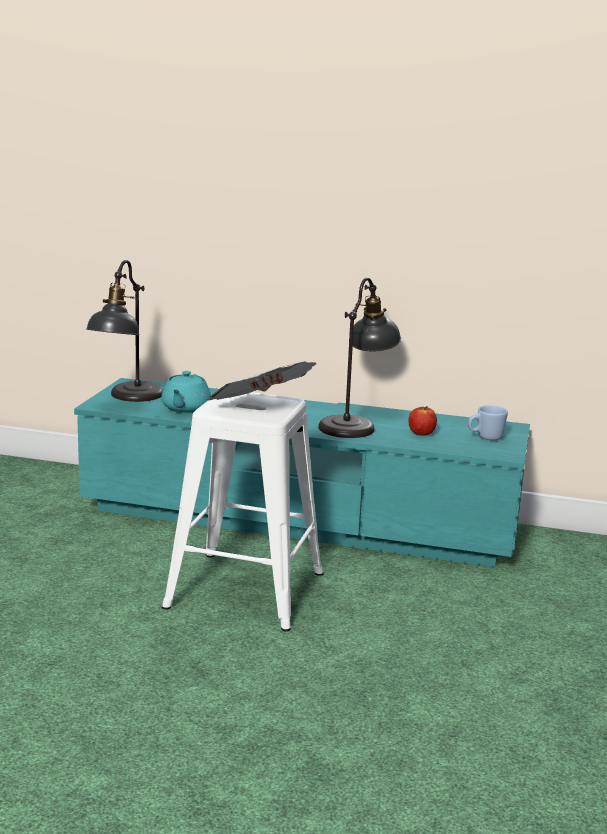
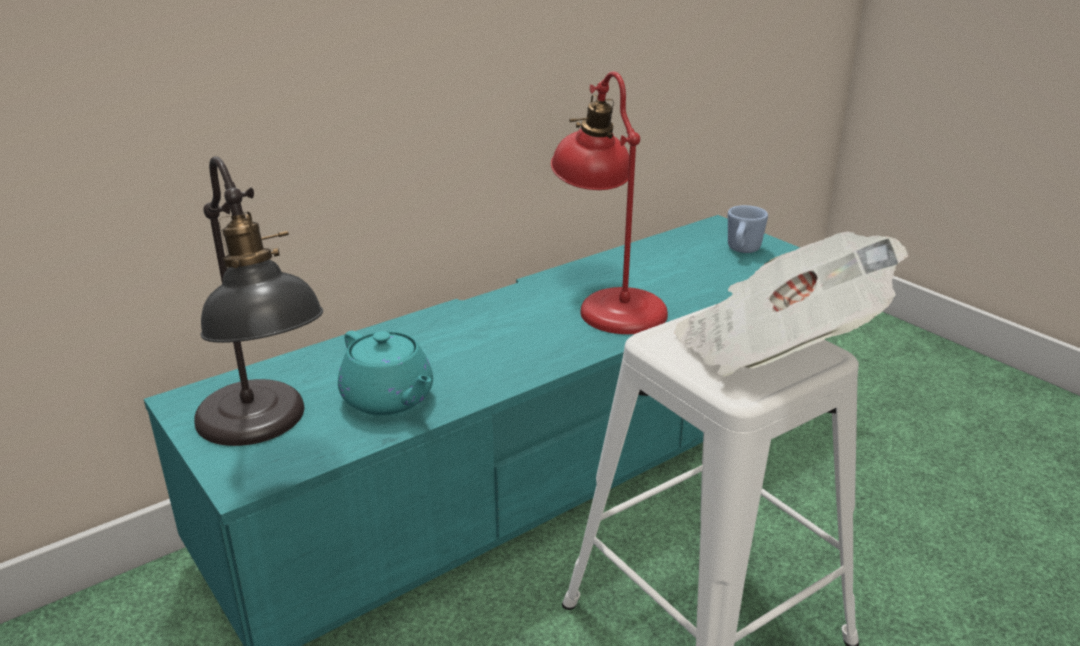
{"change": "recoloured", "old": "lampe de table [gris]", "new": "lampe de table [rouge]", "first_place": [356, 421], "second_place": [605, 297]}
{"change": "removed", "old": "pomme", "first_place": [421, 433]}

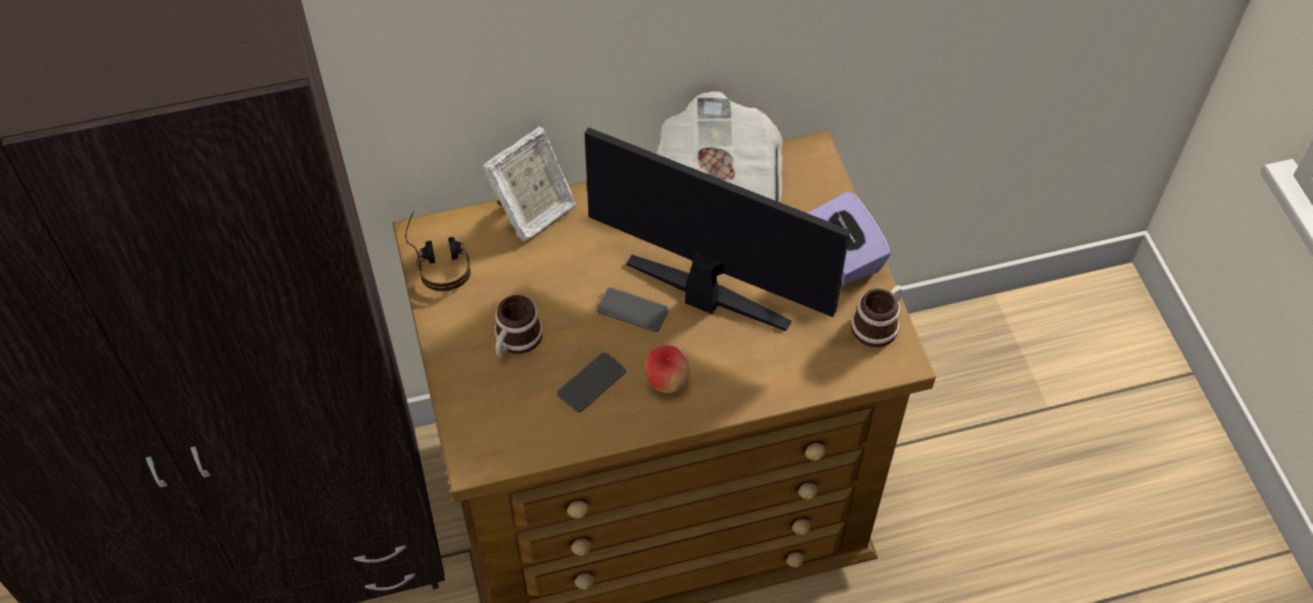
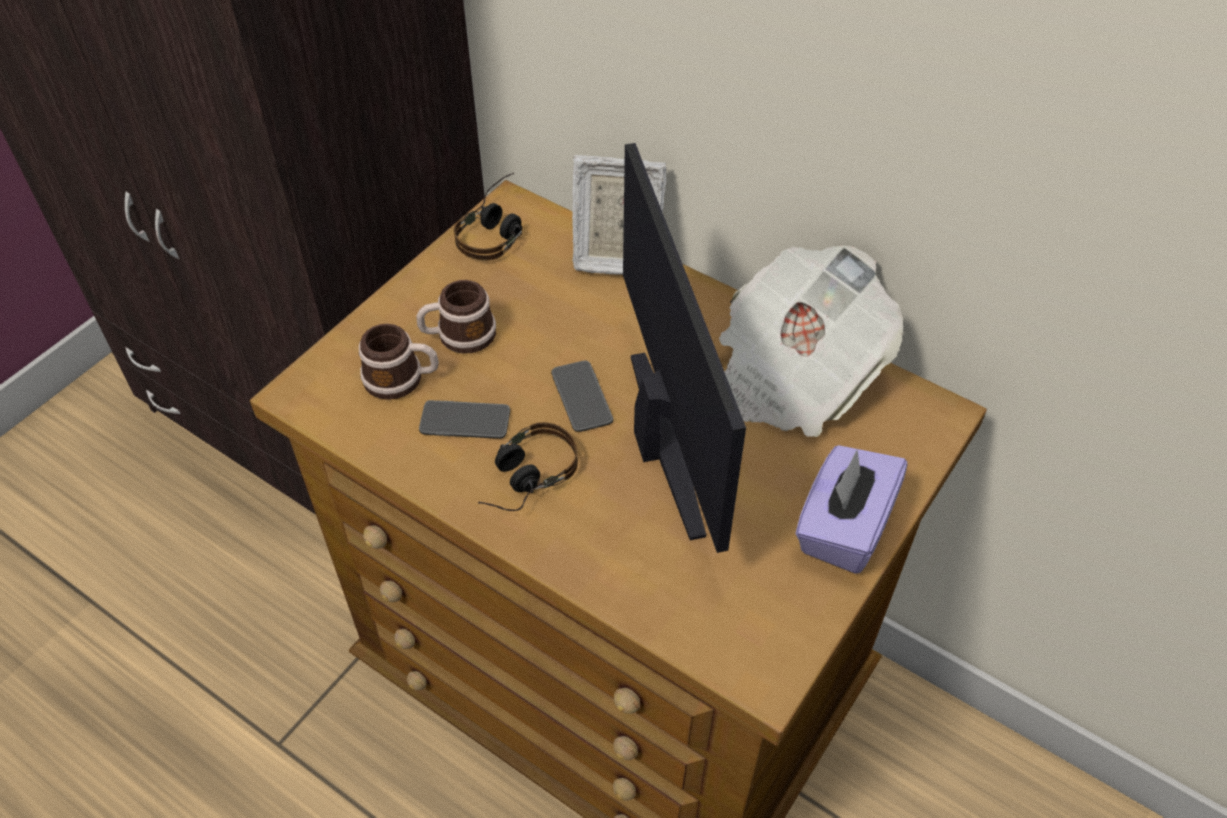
{"change": "moved", "old": "mug", "first_place": [878, 324], "second_place": [402, 379]}
{"change": "replaced", "old": "pomme", "new": "casque audio", "first_place": [667, 382], "second_place": [523, 479]}

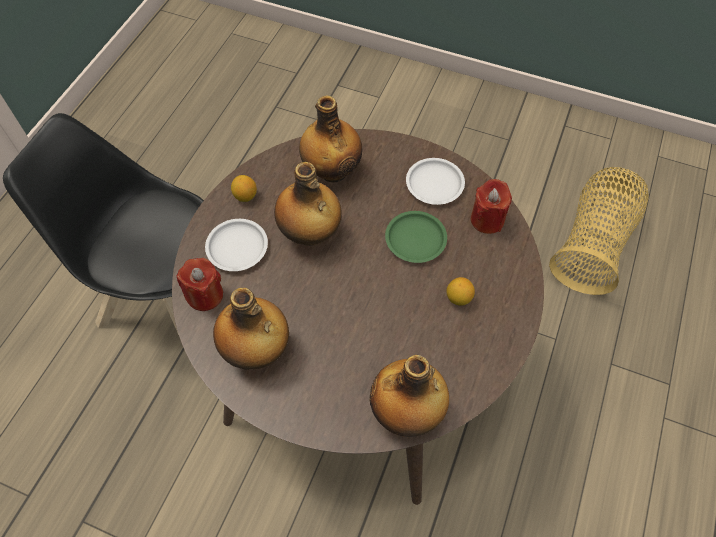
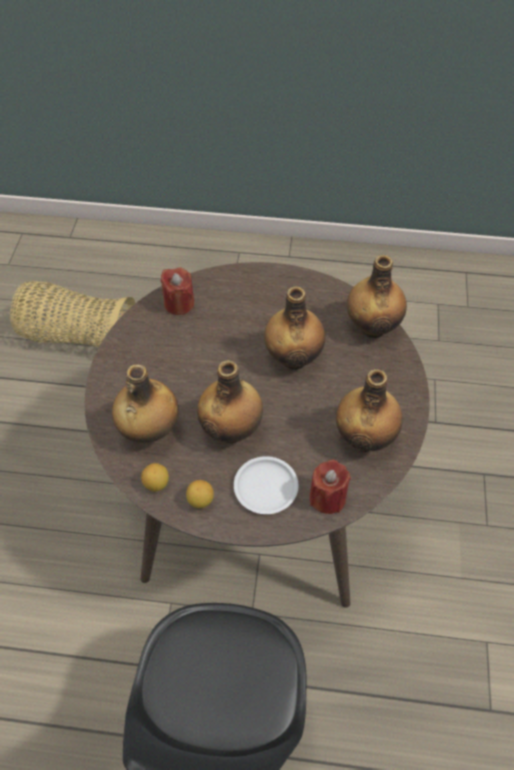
{"change": "removed", "old": "assiette [blanc]", "first_place": [434, 183]}
{"change": "removed", "old": "assiette [vert]", "first_place": [416, 239]}
{"change": "moved", "old": "citron", "first_place": [458, 298], "second_place": [156, 484]}
{"change": "added", "new": "bouteille", "second_place": [293, 357]}

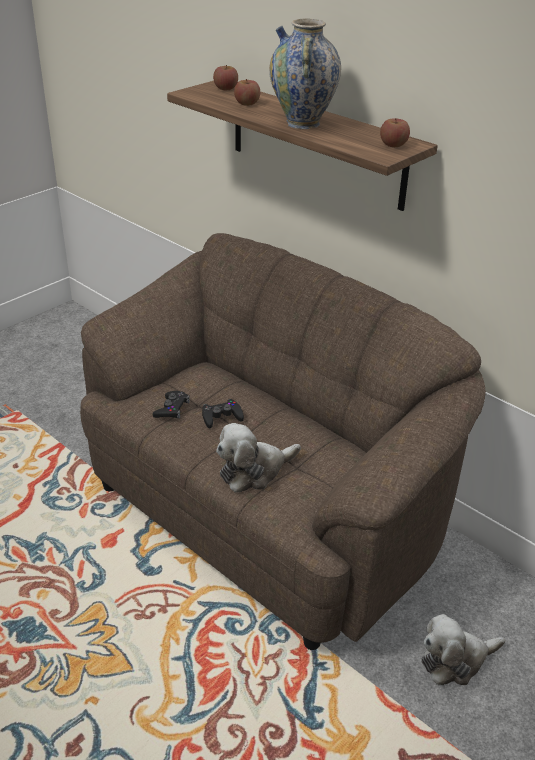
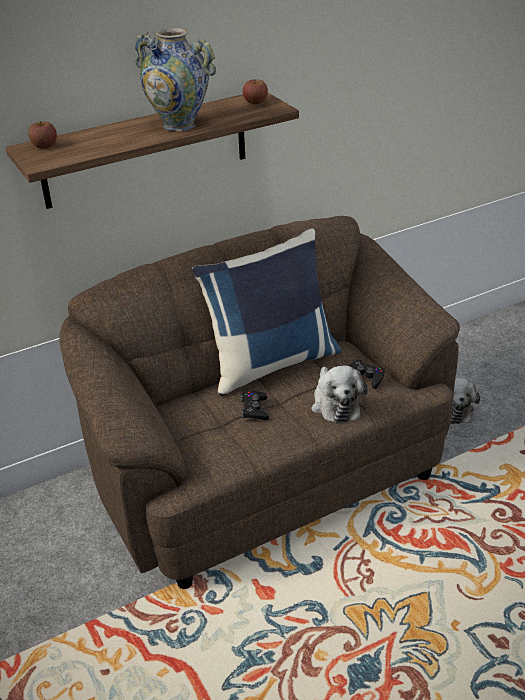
{"change": "removed", "old": "pomme", "first_place": [247, 103]}
{"change": "moved", "old": "manette [noir]", "first_place": [172, 409], "second_place": [365, 377]}
{"change": "added", "new": "coussin [bleu]", "second_place": [271, 362]}

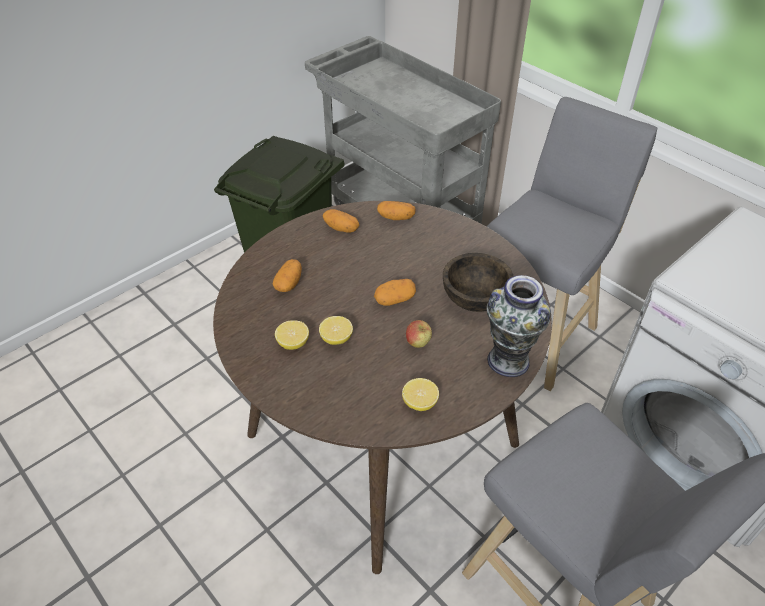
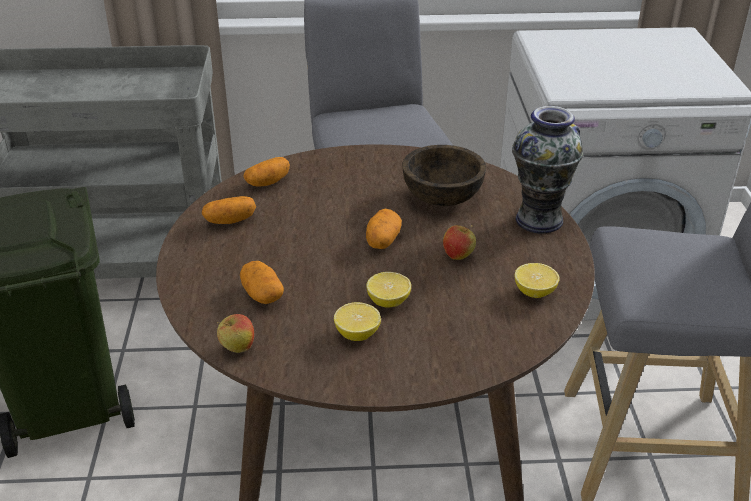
{"change": "added", "new": "pomme", "second_place": [237, 348]}

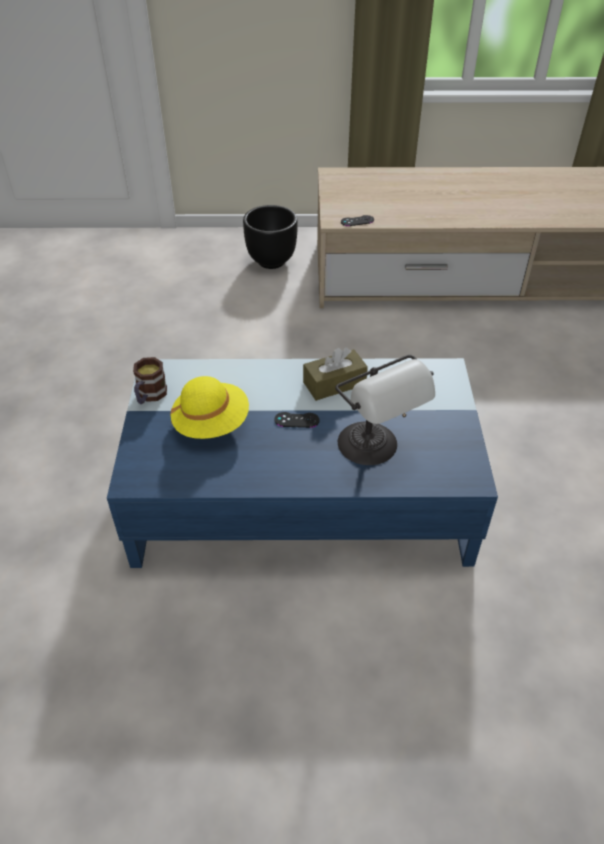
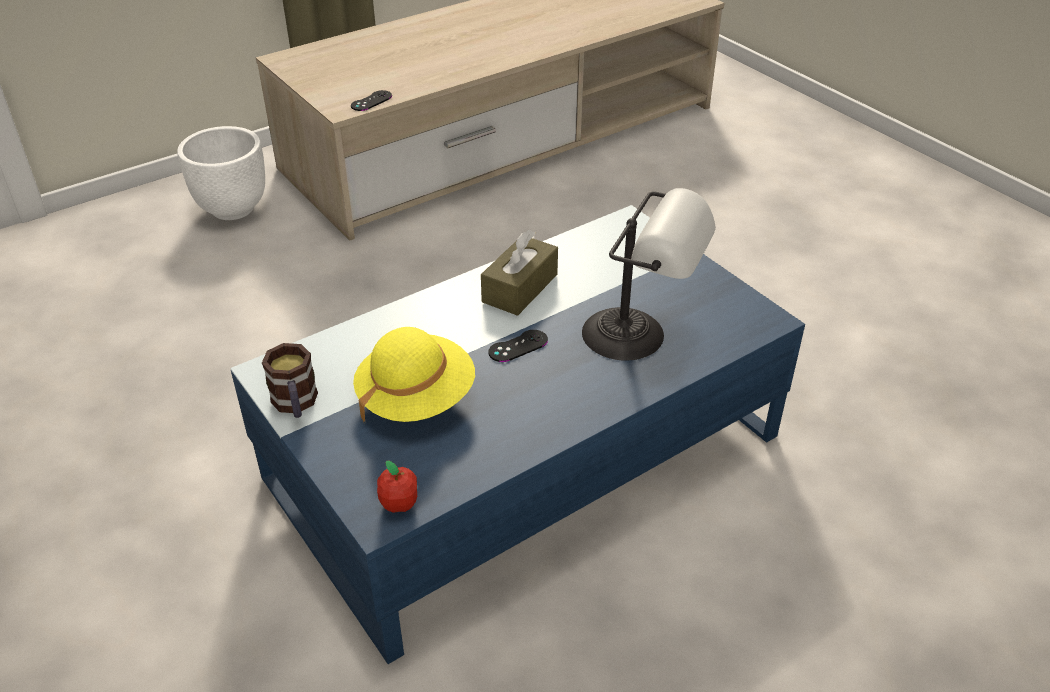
{"change": "recoloured", "old": "cache-pot [noir]", "new": "cache-pot [blanc]", "first_place": [271, 261], "second_place": [232, 209]}
{"change": "added", "new": "pomme", "second_place": [399, 504]}

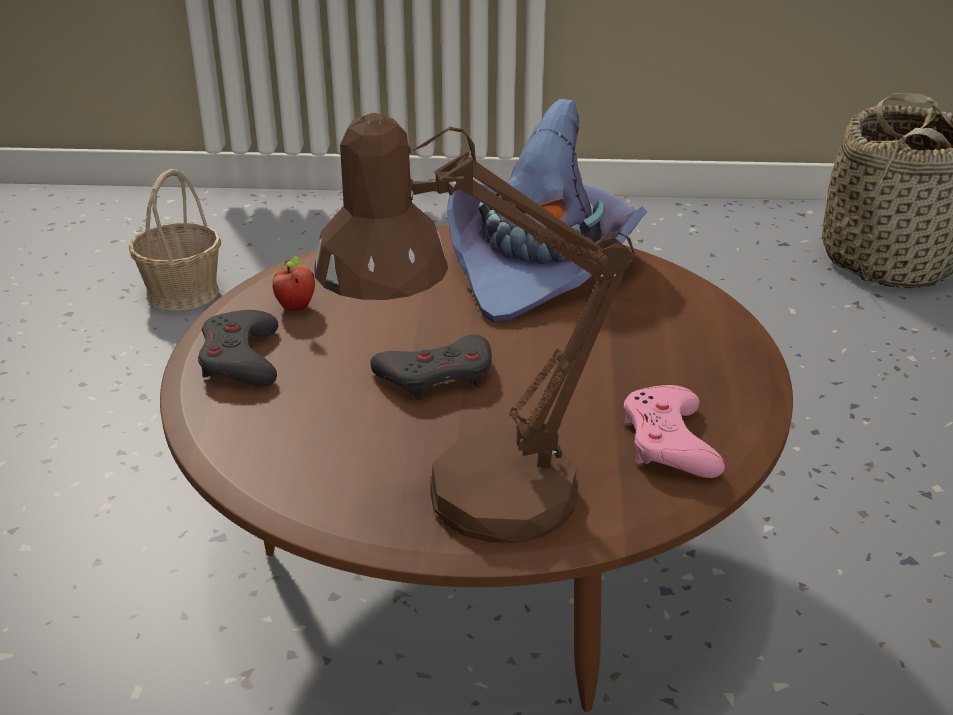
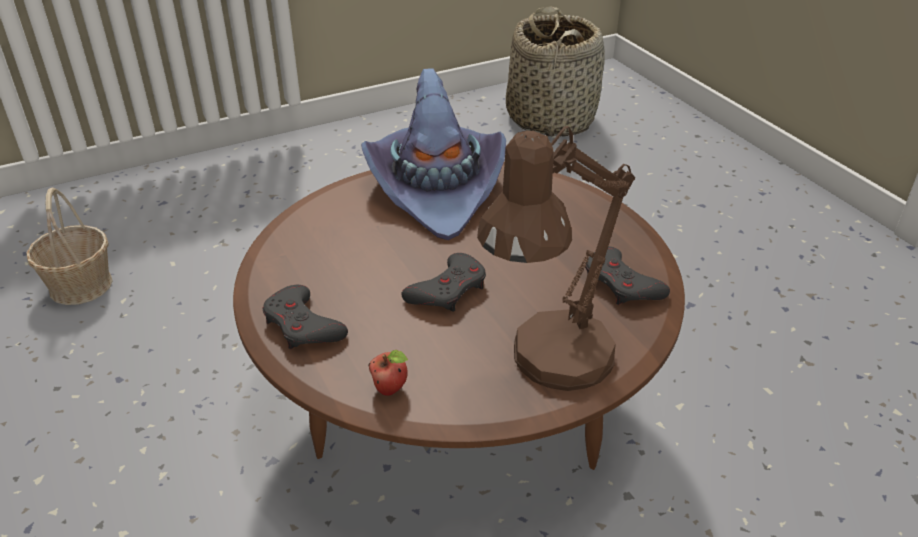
{"change": "moved", "old": "pomme", "first_place": [297, 308], "second_place": [391, 389]}
{"change": "recoloured", "old": "manette [rose]", "new": "manette [gris]", "first_place": [669, 442], "second_place": [621, 284]}

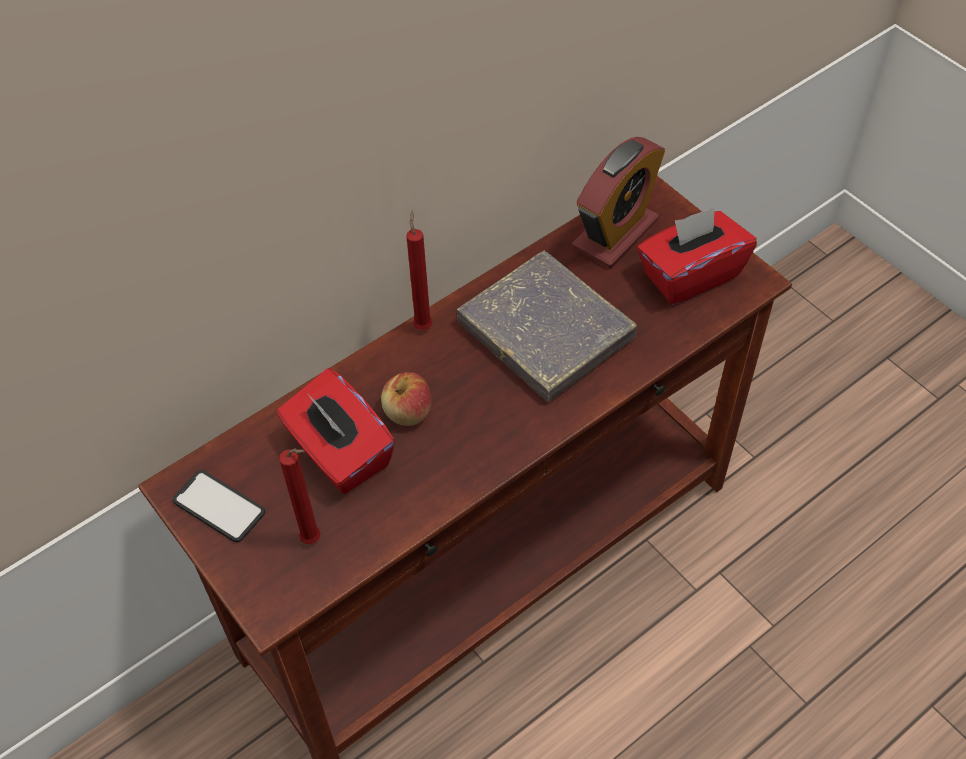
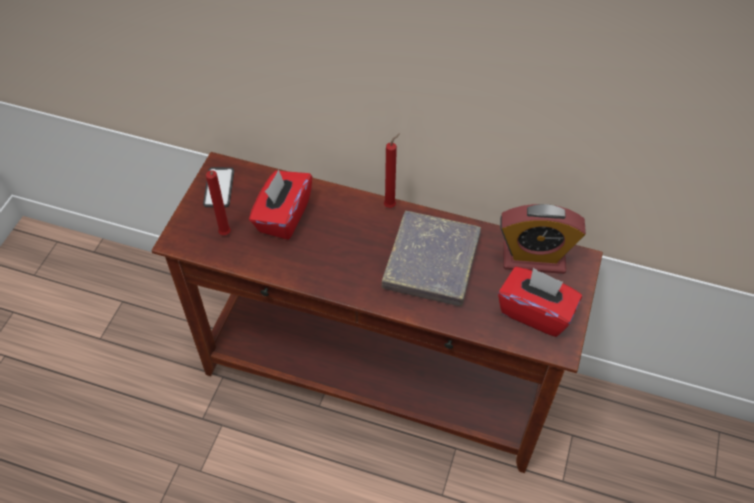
{"change": "removed", "old": "pomme", "first_place": [408, 412]}

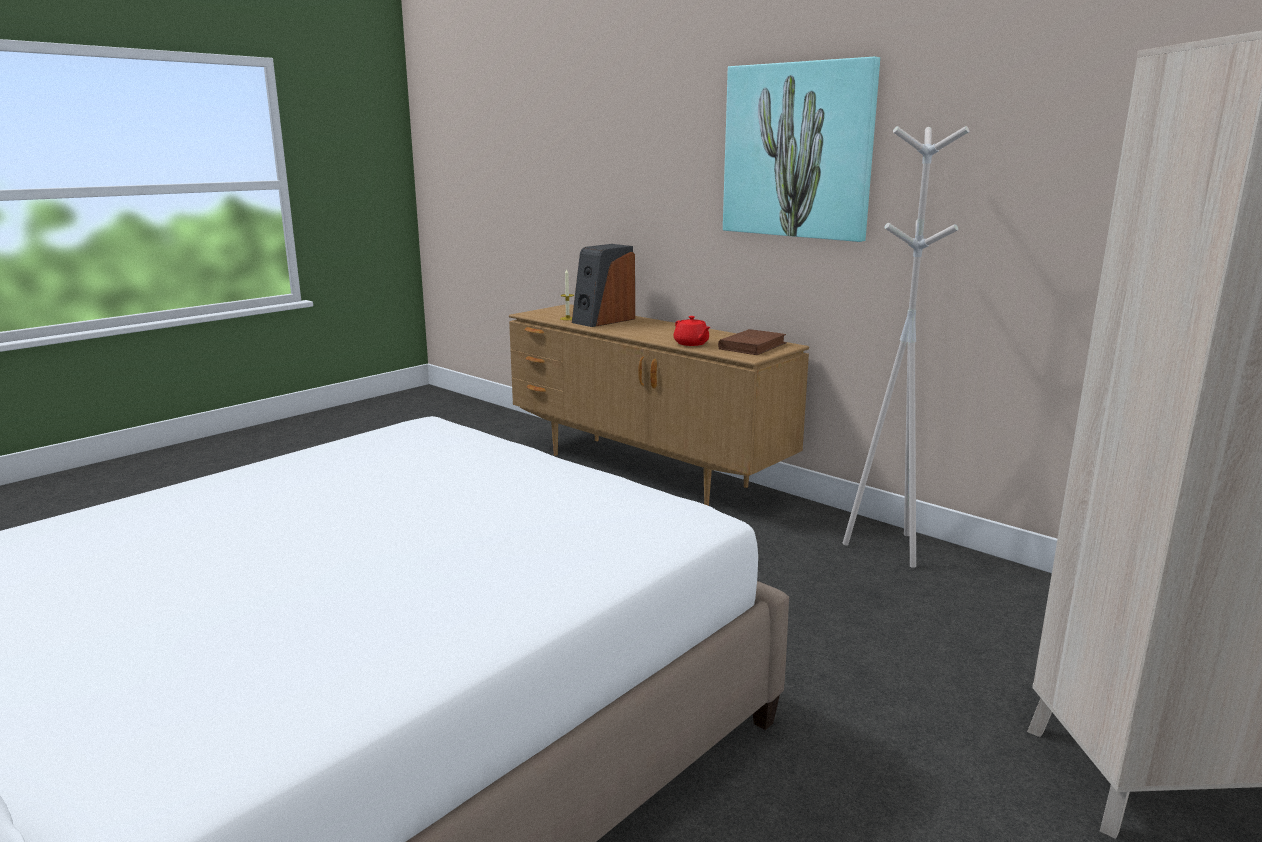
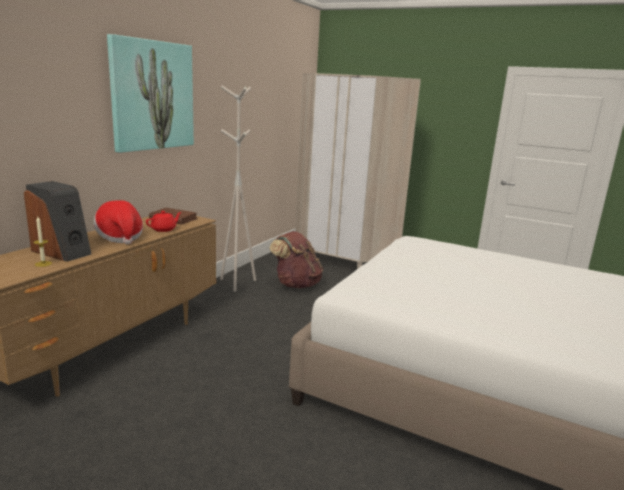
{"change": "added", "new": "chapeau", "second_place": [120, 237]}
{"change": "added", "new": "sac à dos [marron]", "second_place": [296, 284]}

